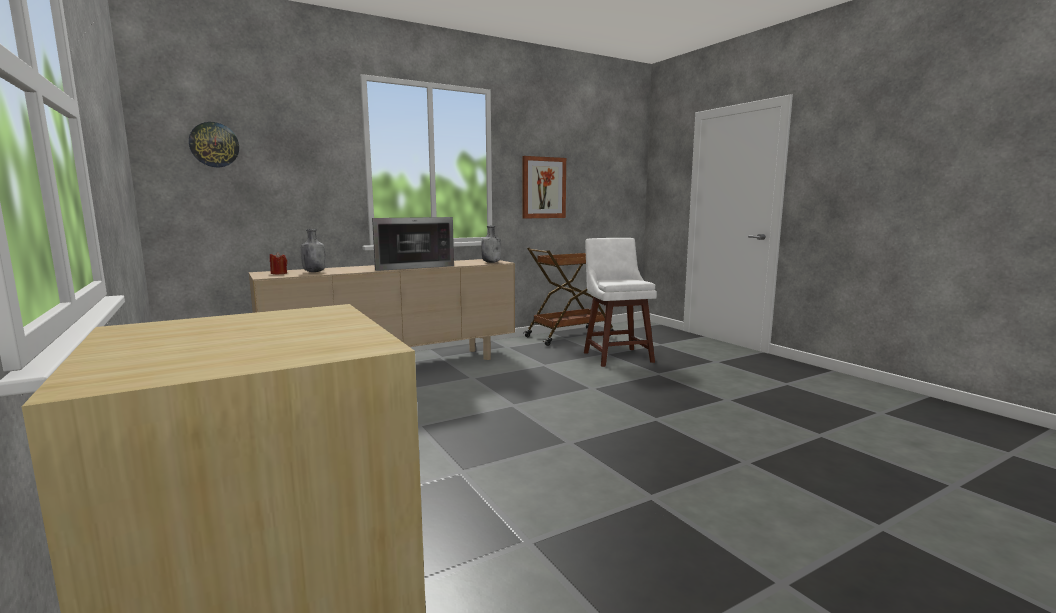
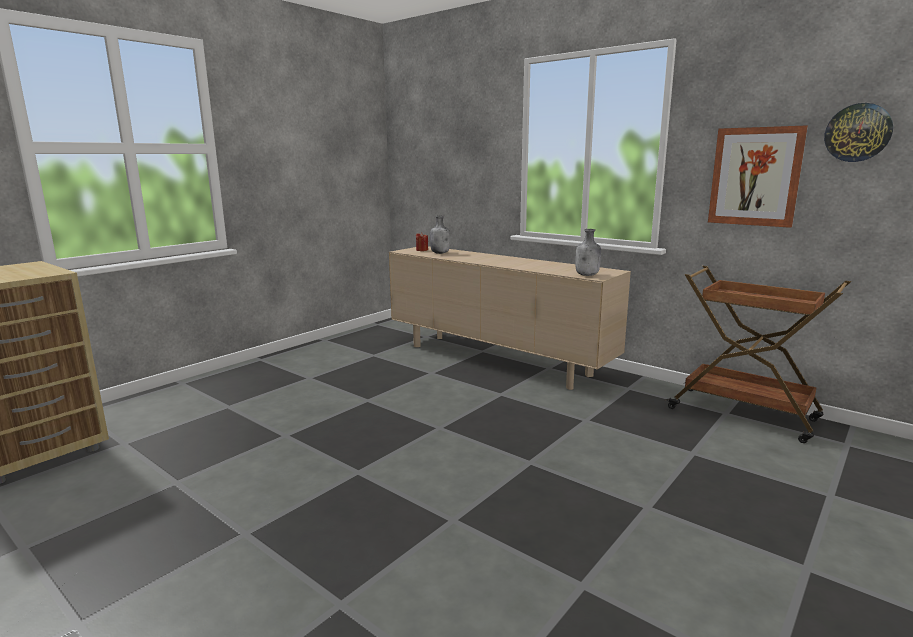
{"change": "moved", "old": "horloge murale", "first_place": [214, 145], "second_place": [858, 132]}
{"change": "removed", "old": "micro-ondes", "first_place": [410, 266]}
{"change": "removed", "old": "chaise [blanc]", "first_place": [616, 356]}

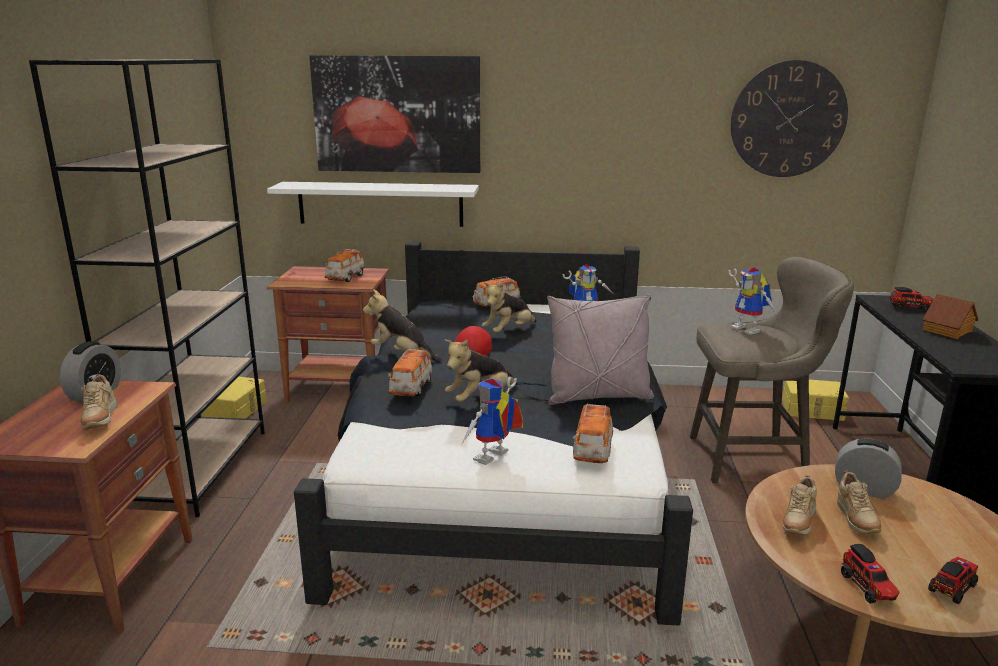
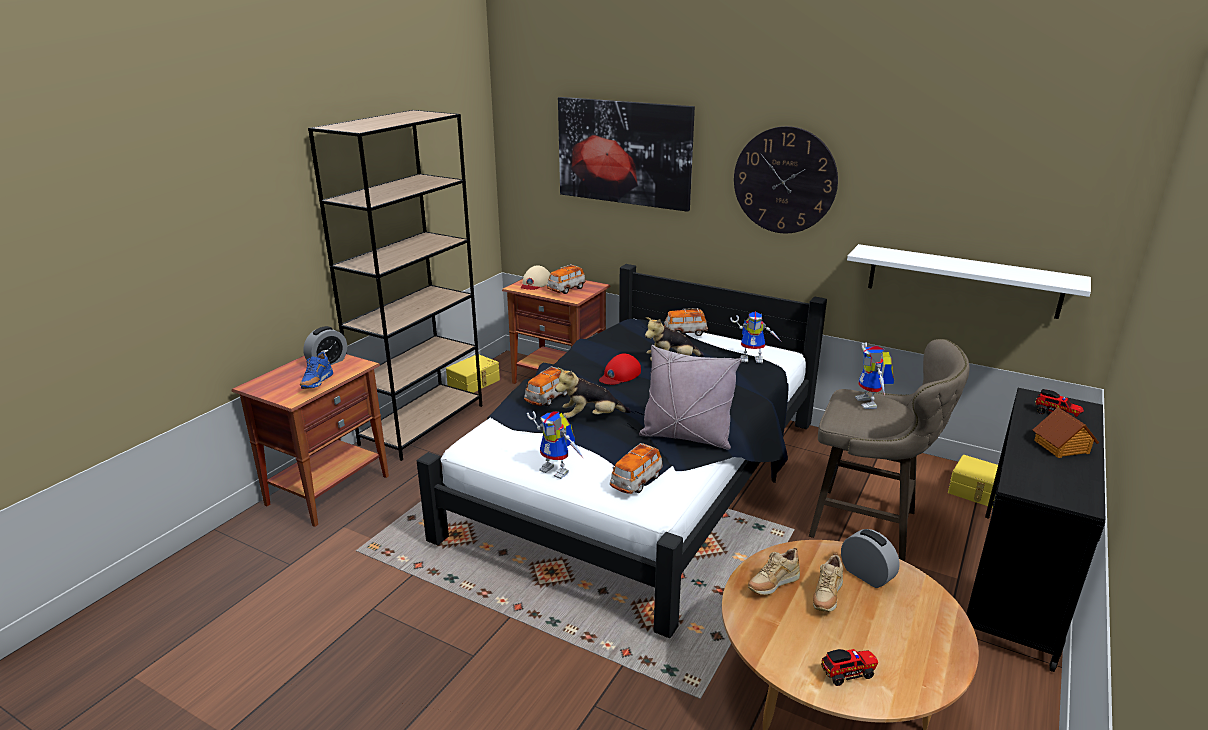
{"change": "moved", "old": "horloge murale", "first_place": [788, 119], "second_place": [784, 180]}
{"change": "moved", "old": "étagère [blanc]", "first_place": [380, 204], "second_place": [963, 281]}
{"change": "removed", "old": "peluche", "first_place": [402, 354]}
{"change": "recoloured", "old": "chaussure [beige]", "new": "chaussure [bleu]", "first_place": [100, 421], "second_place": [316, 383]}
{"change": "turned", "old": "robot jouet", "first_place": [493, 459], "second_place": [558, 470], "degrees": -120}
{"change": "removed", "old": "camion jouet", "first_place": [868, 588]}
{"change": "added", "new": "casquette [beige]", "second_place": [535, 283]}

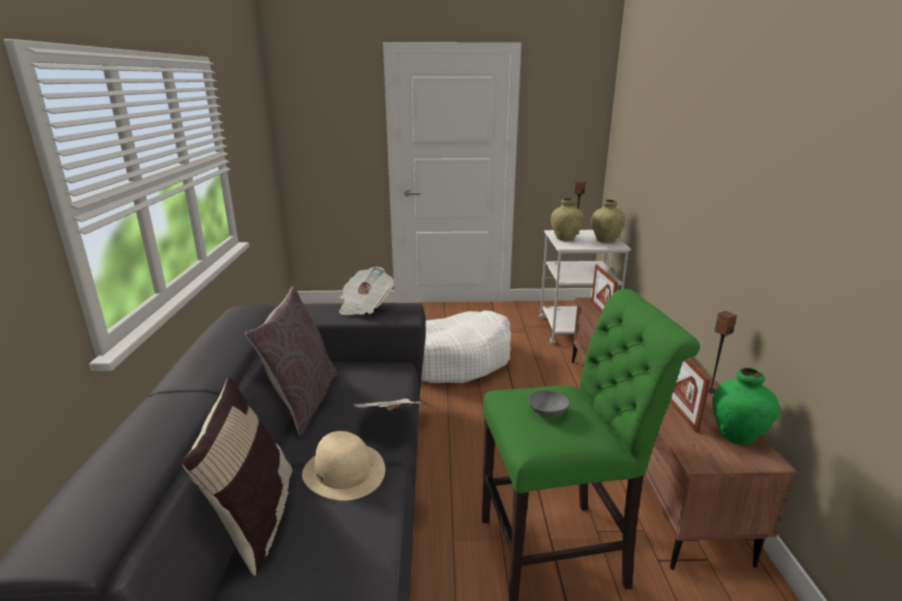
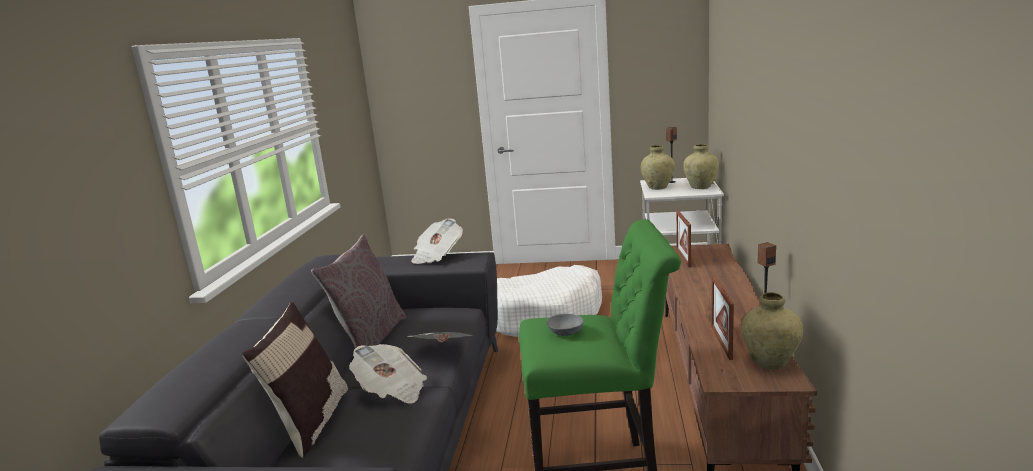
{"change": "recoloured", "old": "vase [vert]", "new": "vase [beige]", "first_place": [737, 435], "second_place": [770, 362]}
{"change": "replaced", "old": "chapeau [beige]", "new": "journal", "first_place": [344, 471], "second_place": [392, 390]}

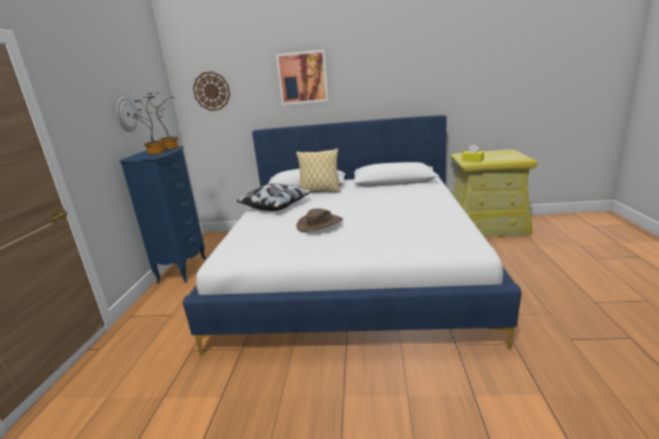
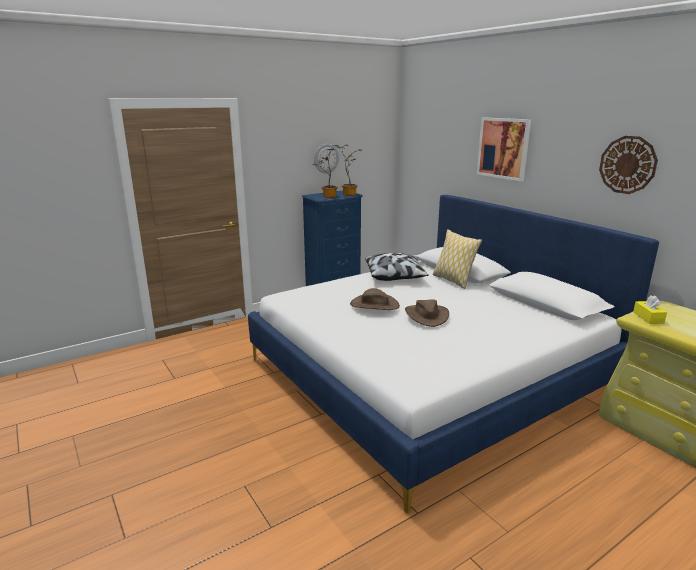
{"change": "moved", "old": "horloge murale", "first_place": [211, 91], "second_place": [627, 165]}
{"change": "added", "new": "chapeau [marron]", "second_place": [426, 315]}

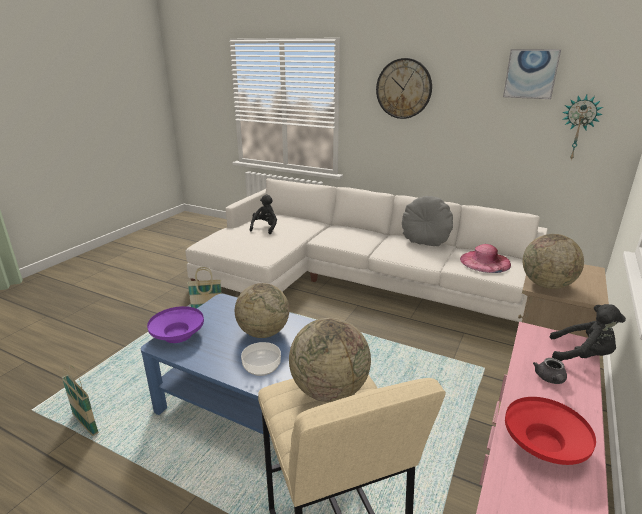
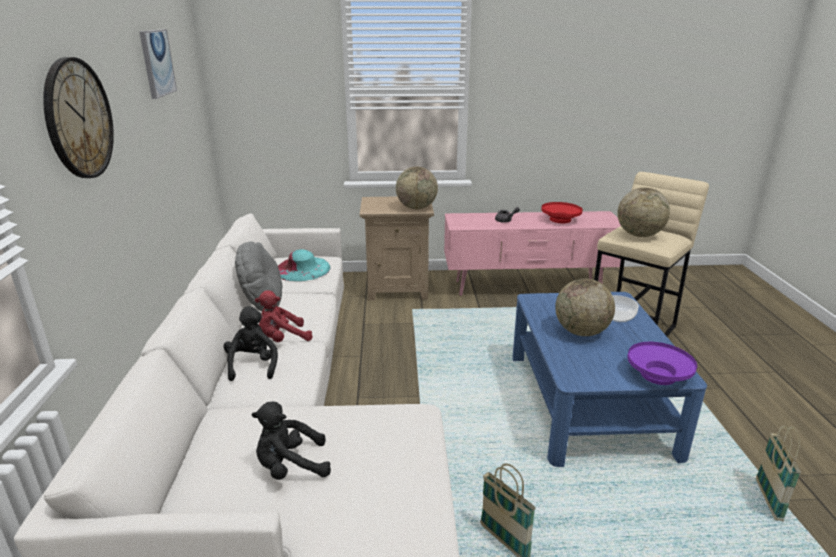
{"change": "removed", "old": "horloge murale", "first_place": [578, 128]}
{"change": "recoloured", "old": "chapeau [rose]", "new": "chapeau [turquoise]", "first_place": [485, 261], "second_place": [302, 269]}
{"change": "moved", "old": "peluche [noir]", "first_place": [582, 356], "second_place": [253, 365]}
{"change": "added", "new": "peluche [rouge]", "second_place": [282, 339]}

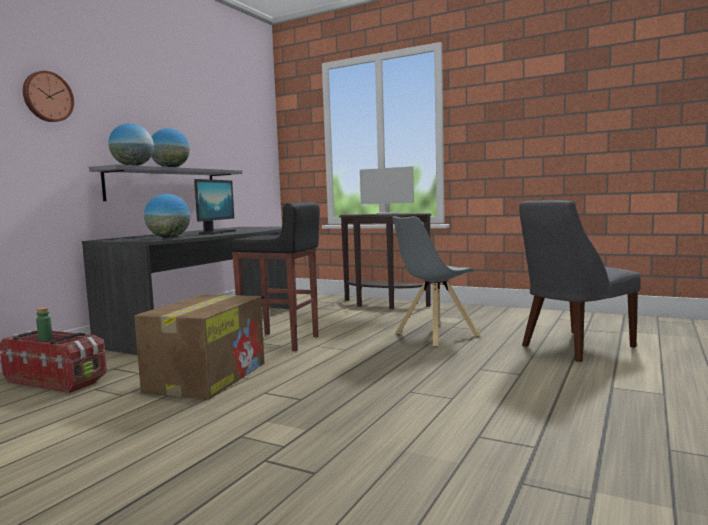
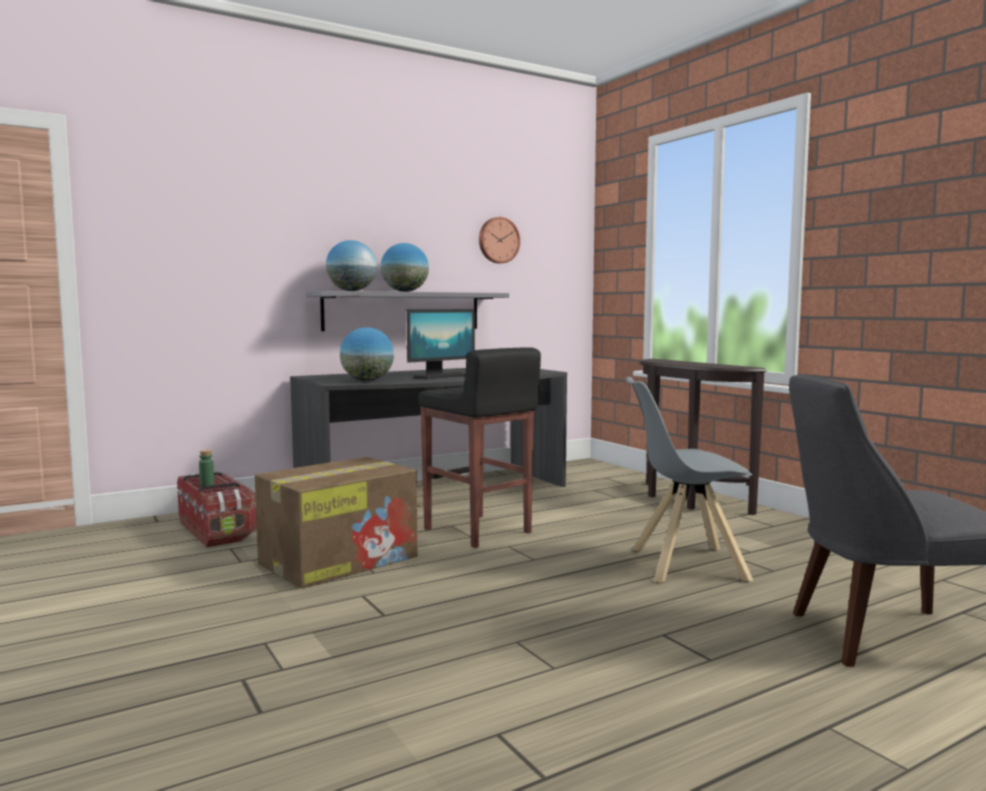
{"change": "moved", "old": "horloge murale", "first_place": [47, 97], "second_place": [498, 240]}
{"change": "removed", "old": "écran d'ordinateur", "first_place": [387, 213]}

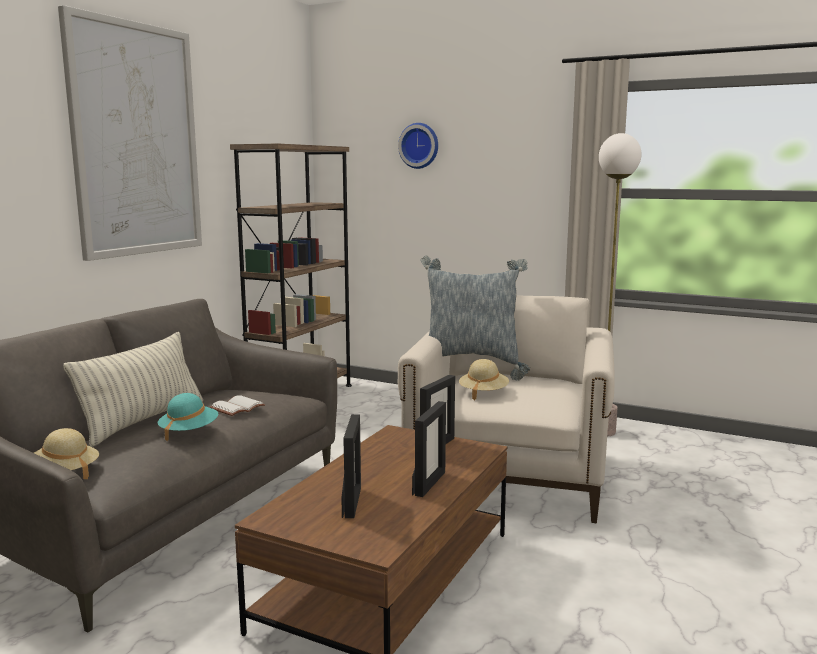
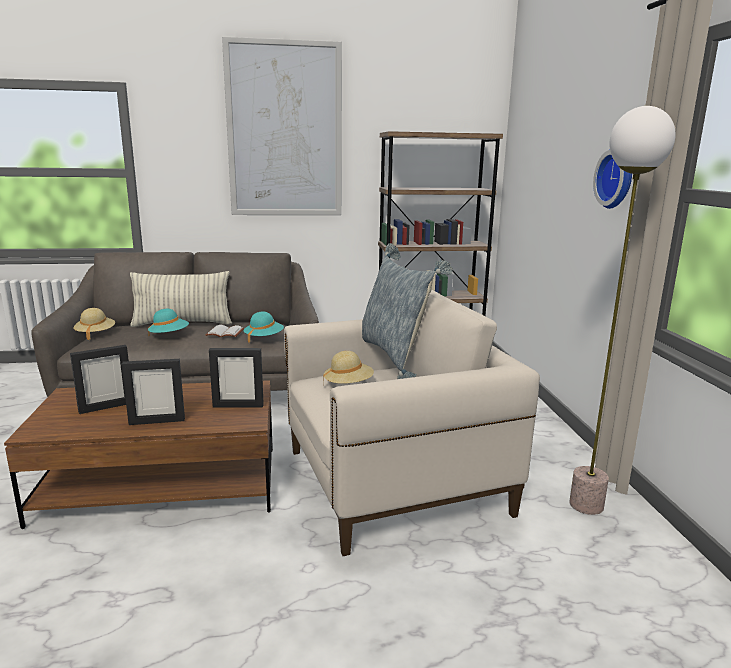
{"change": "moved", "old": "horloge murale", "first_place": [419, 146], "second_place": [617, 178]}
{"change": "added", "new": "chapeau [turquoise]", "second_place": [264, 338]}

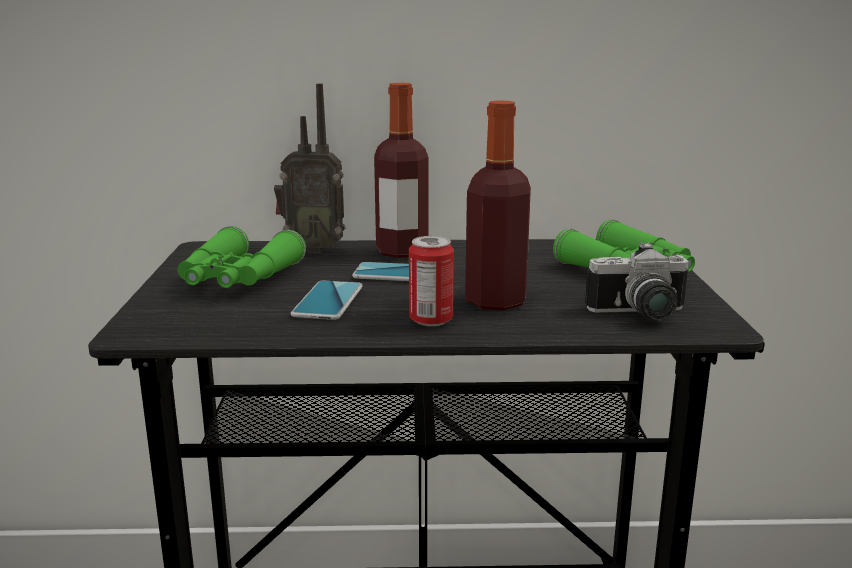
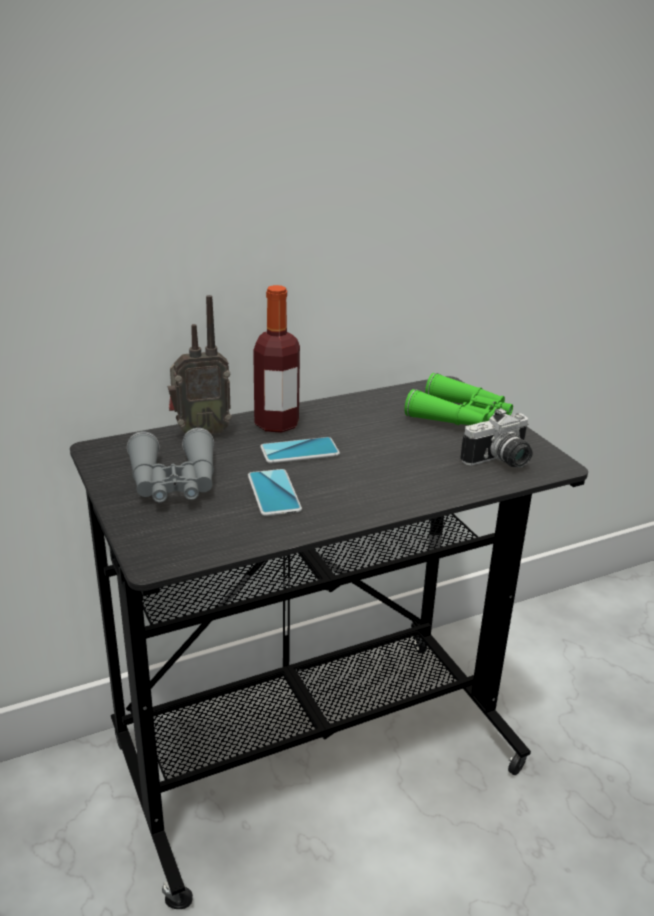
{"change": "removed", "old": "bouteille", "first_place": [495, 301]}
{"change": "recoloured", "old": "jumelles [vert]", "new": "jumelles [gris]", "first_place": [238, 279], "second_place": [174, 482]}
{"change": "removed", "old": "boîte métallique", "first_place": [431, 320]}

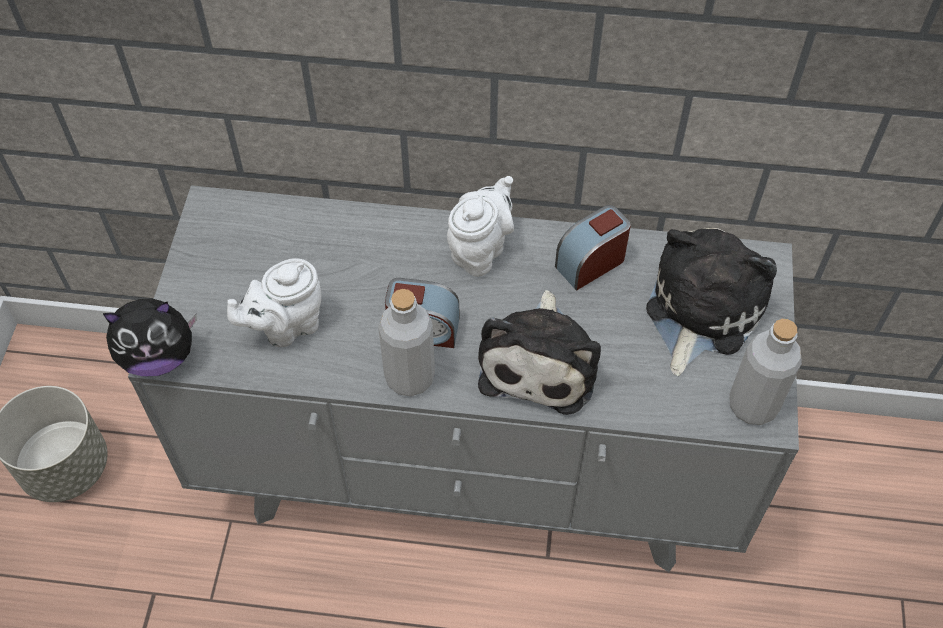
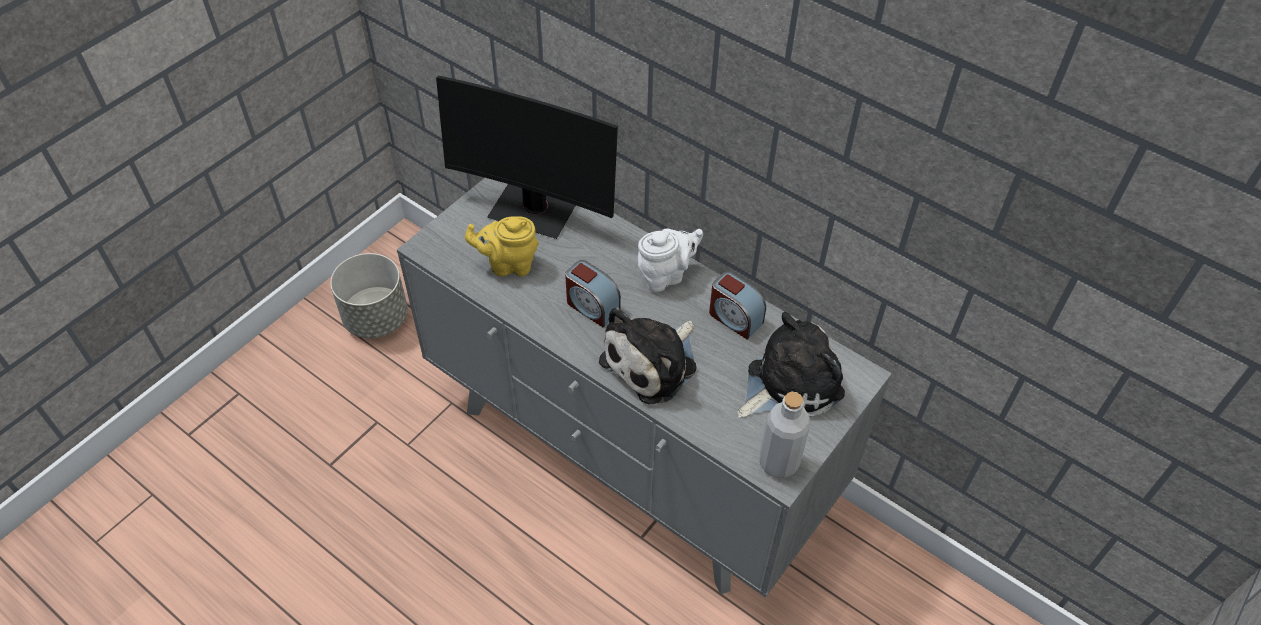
{"change": "turned", "old": "réveil", "first_place": [590, 262], "second_place": [734, 318], "degrees": -135}
{"change": "recoloured", "old": "théière [blanc]", "new": "théière [jaune]", "first_place": [286, 326], "second_place": [508, 264]}
{"change": "removed", "old": "bouteille [gris]", "first_place": [409, 377]}
{"change": "removed", "old": "peluche", "first_place": [159, 357]}
{"change": "added", "new": "écran d'ordinateur", "second_place": [535, 209]}

